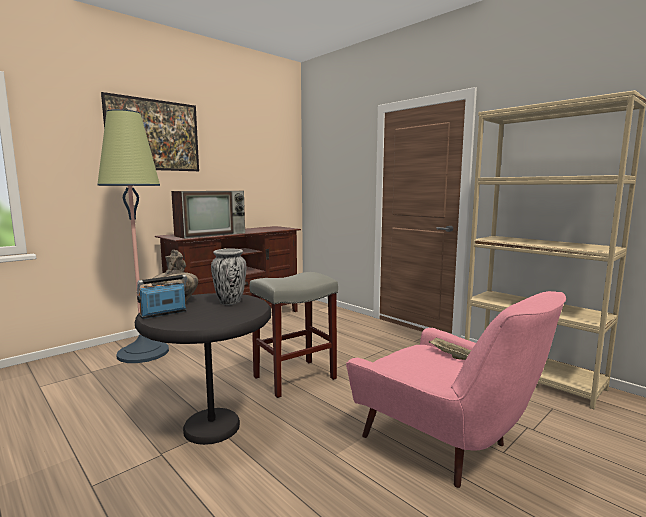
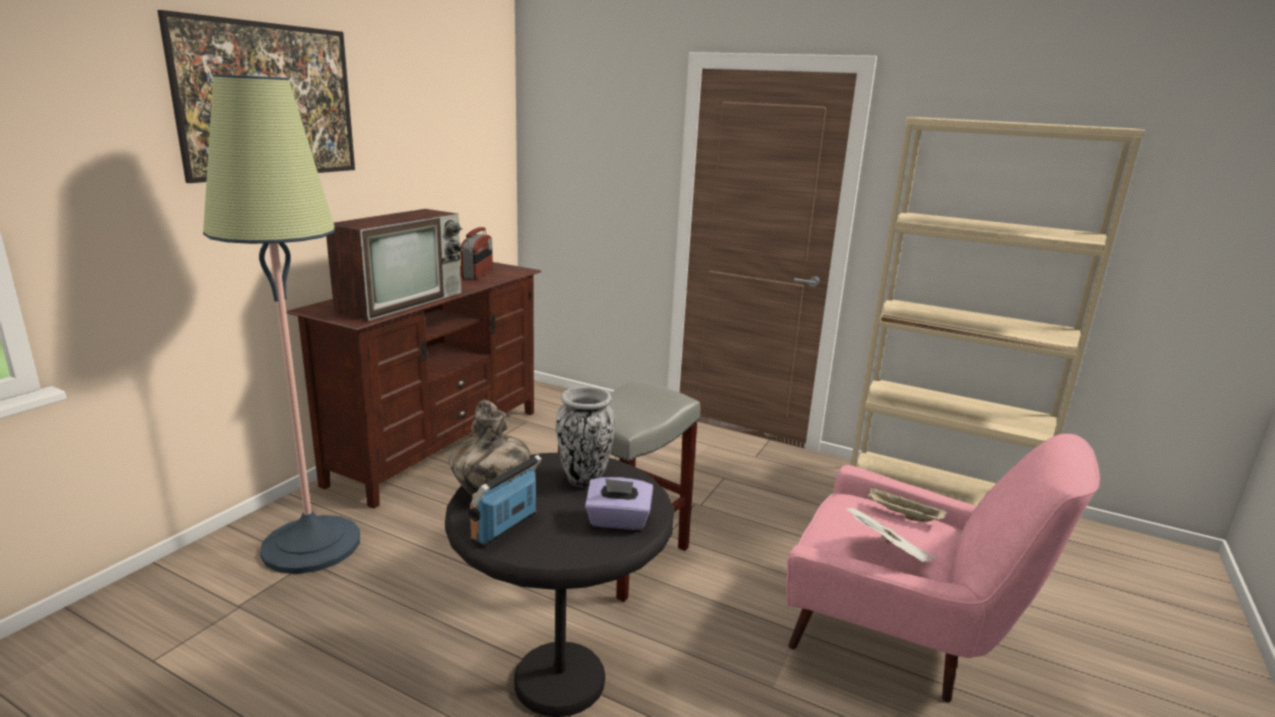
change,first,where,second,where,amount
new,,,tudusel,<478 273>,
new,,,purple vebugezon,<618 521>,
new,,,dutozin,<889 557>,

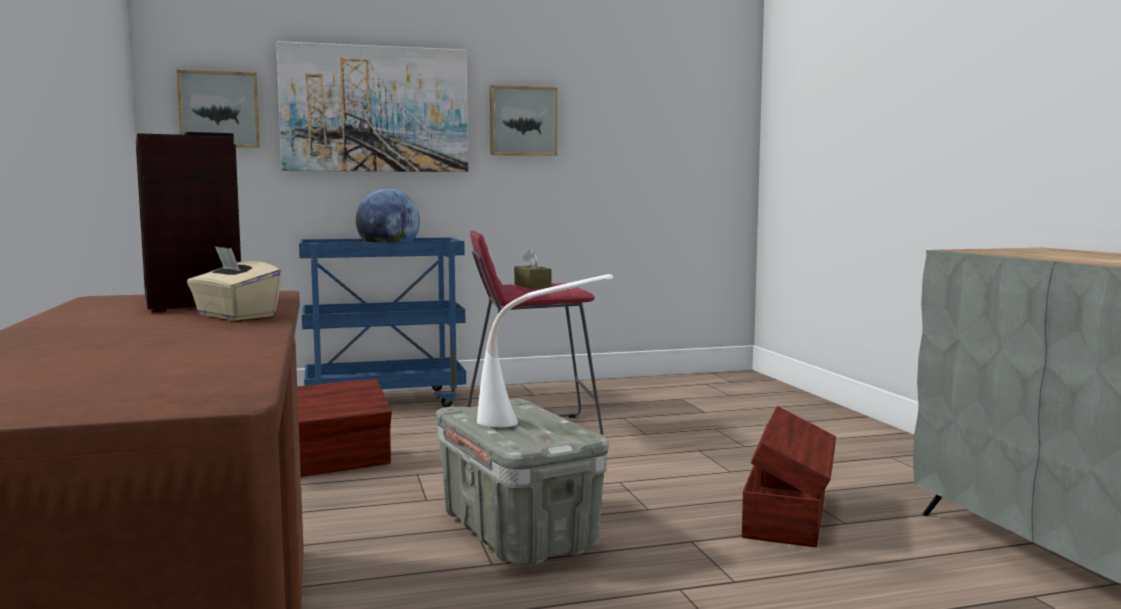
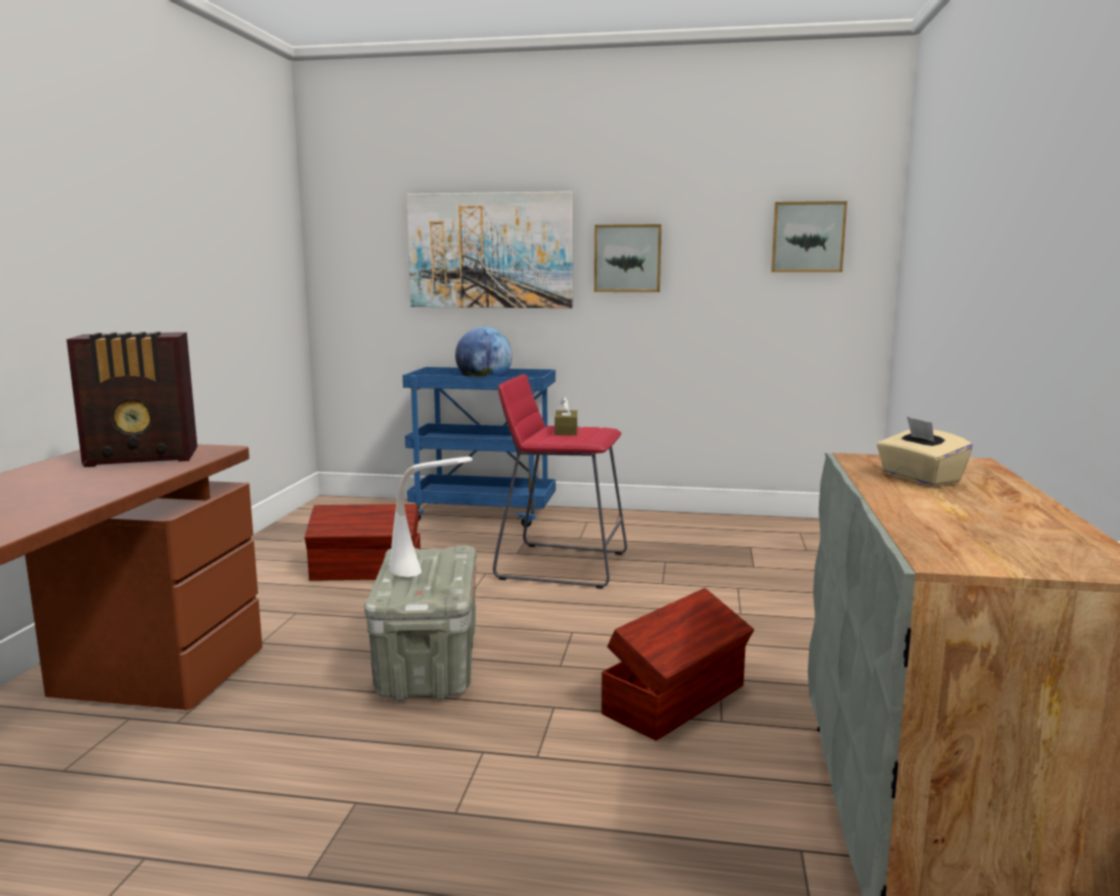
change,first,where,second,where,amount
rotated,tudusel,<194 302>,,<144 457>,75 degrees clockwise
shifted,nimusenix,<219 110>,,<808 237>,
shifted,beige vebugezon,<235 316>,,<919 478>,

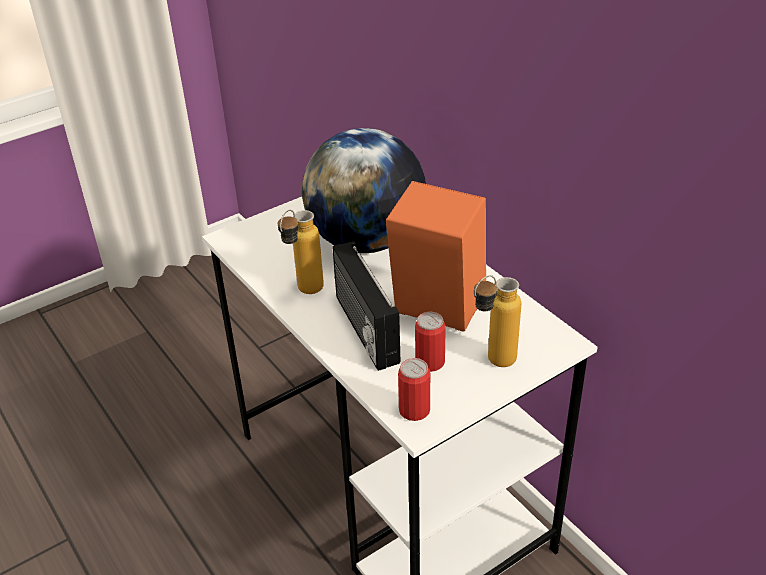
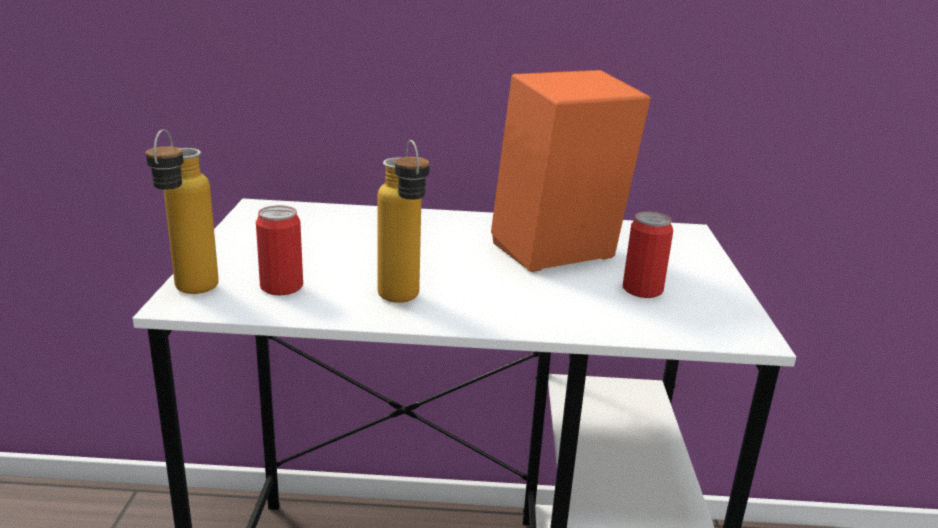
change,first,where,second,where,amount
gone,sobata,<367 241>,,,
gone,tudusel,<364 330>,,,
shifted,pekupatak,<414 410>,,<281 287>,
shifted,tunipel,<492 363>,,<190 294>,

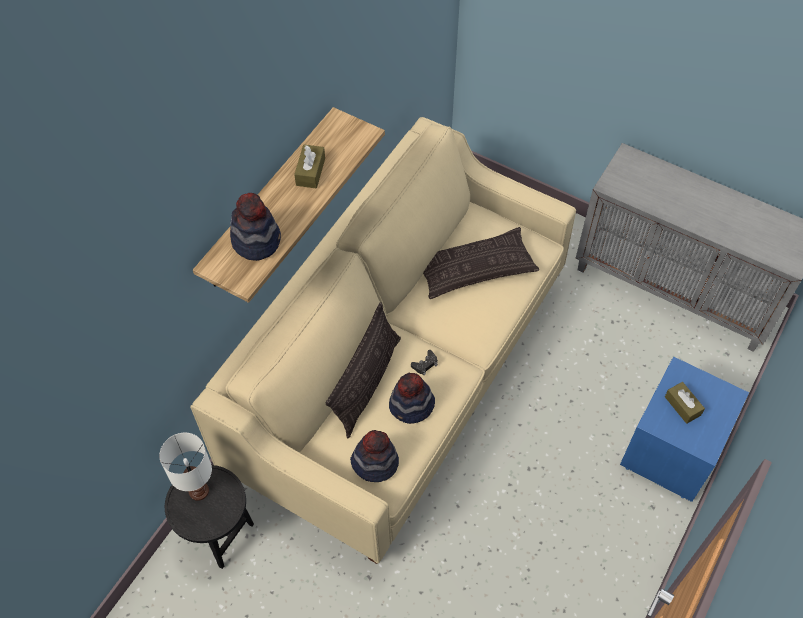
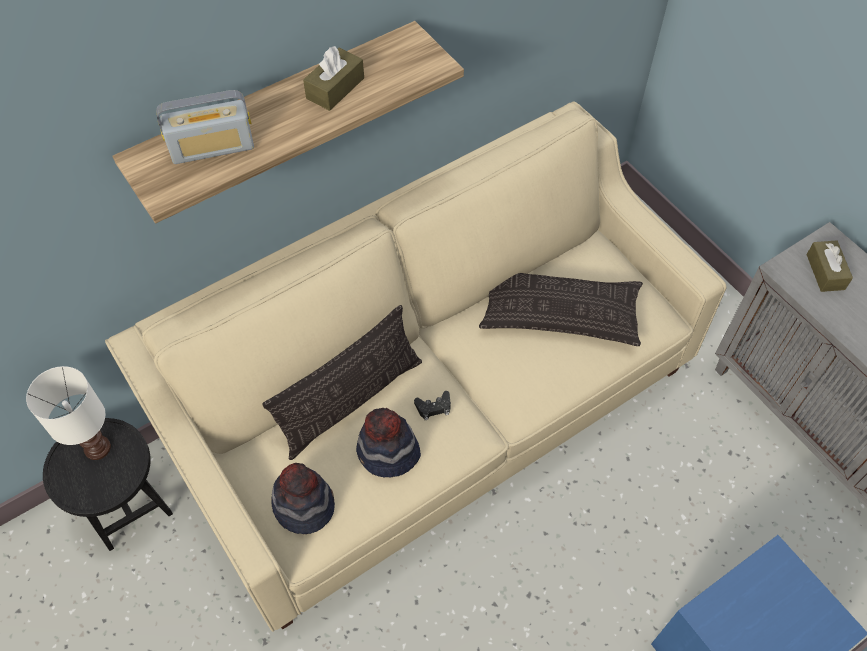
change,first,where,second,where,amount
swapped,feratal,<256 240>,tudusel,<212 148>,
shifted,brown vebugezon,<682 406>,,<825 272>,

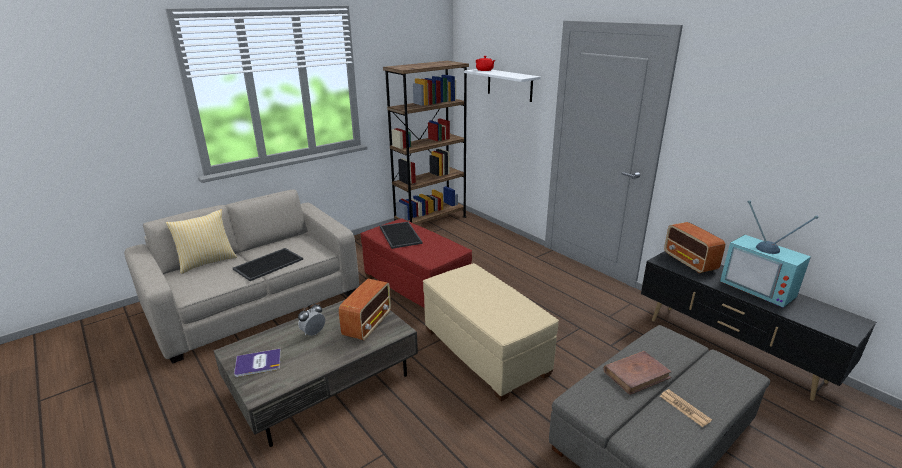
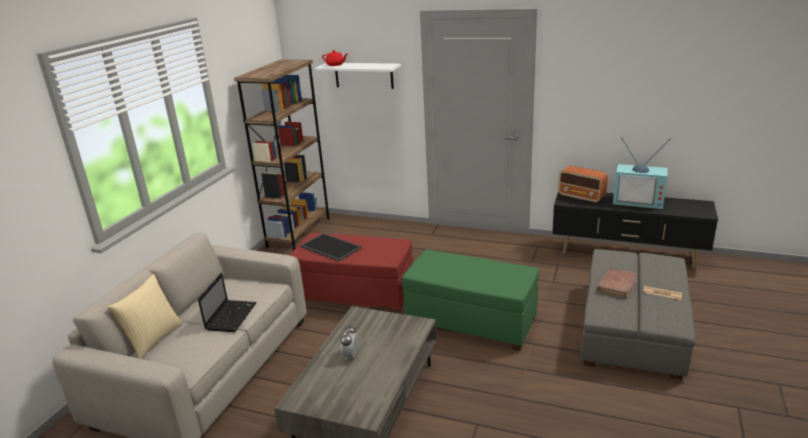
change,first,where,second,where,amount
swapped,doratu,<268 264>,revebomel,<231 316>,
gone,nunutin,<258 363>,,,
gone,tudusel,<368 324>,,,
repainted,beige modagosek,<485 352>,green modagosek,<471 322>,

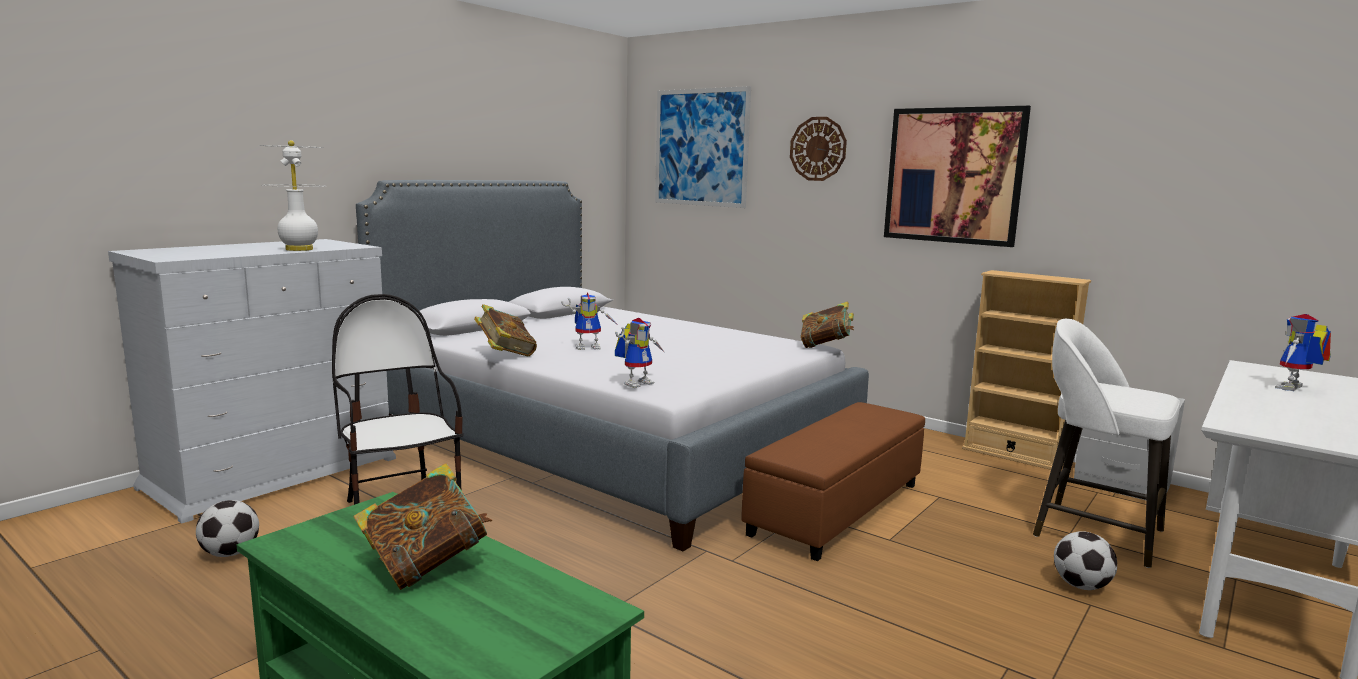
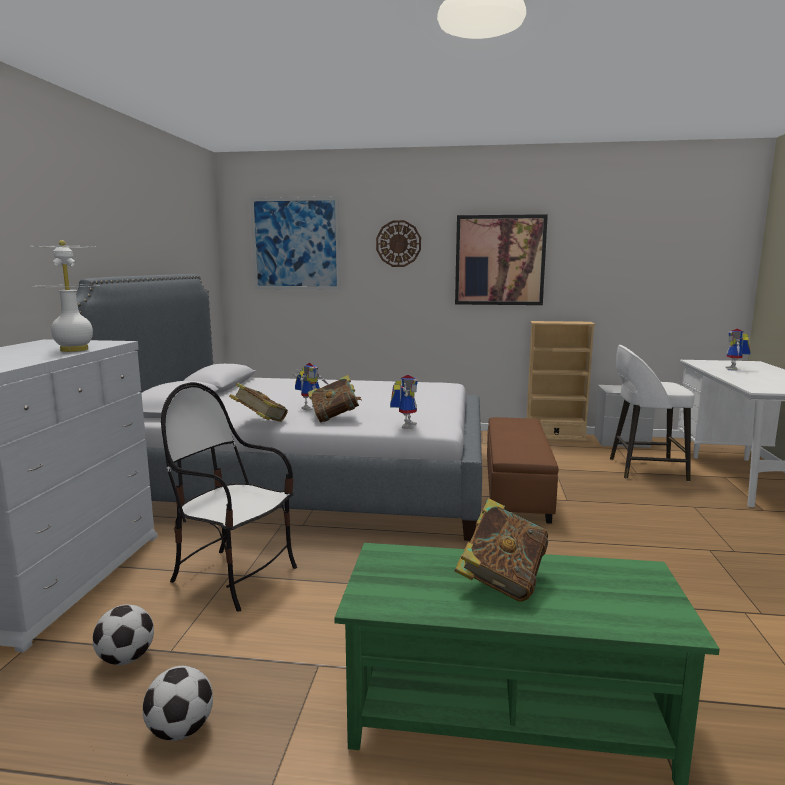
change,first,where,second,where,amount
shifted,nunutin,<825 346>,,<335 418>,
shifted,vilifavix,<1081 586>,,<181 730>,

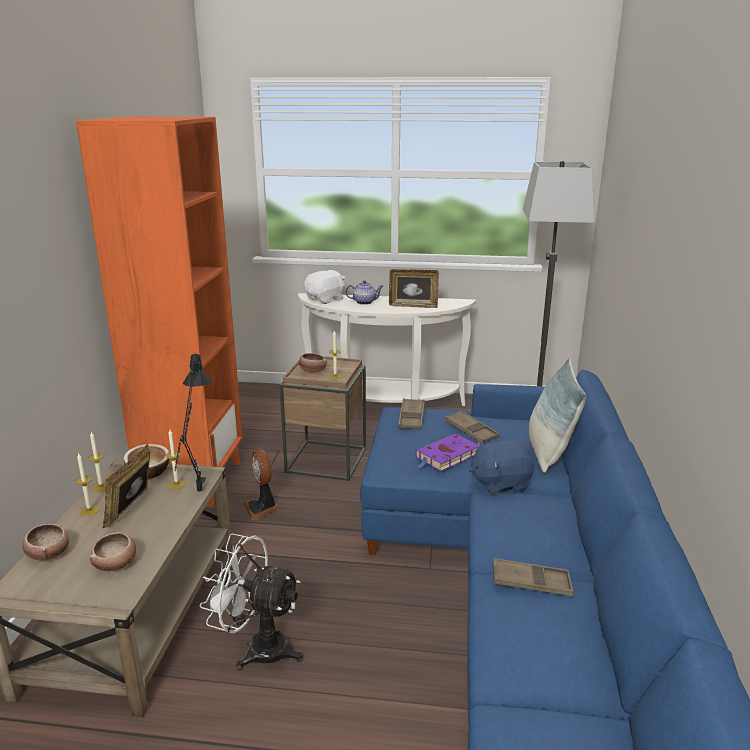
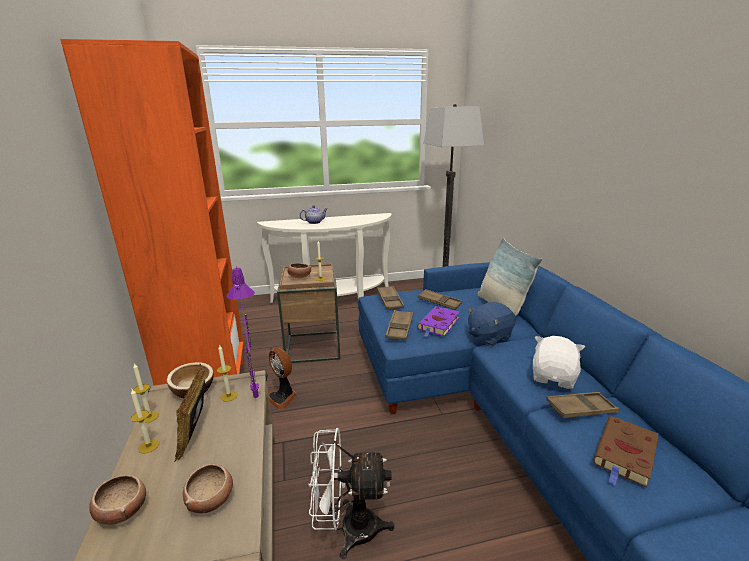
change,first,where,second,where,amount
repainted,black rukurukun,<198 496>,purple rukurukun,<257 402>,
shifted,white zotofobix,<326 299>,,<554 377>,
gone,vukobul,<413 306>,,,
new,,,brown doratu,<399 328>,
new,,,brown nunutin,<625 455>,

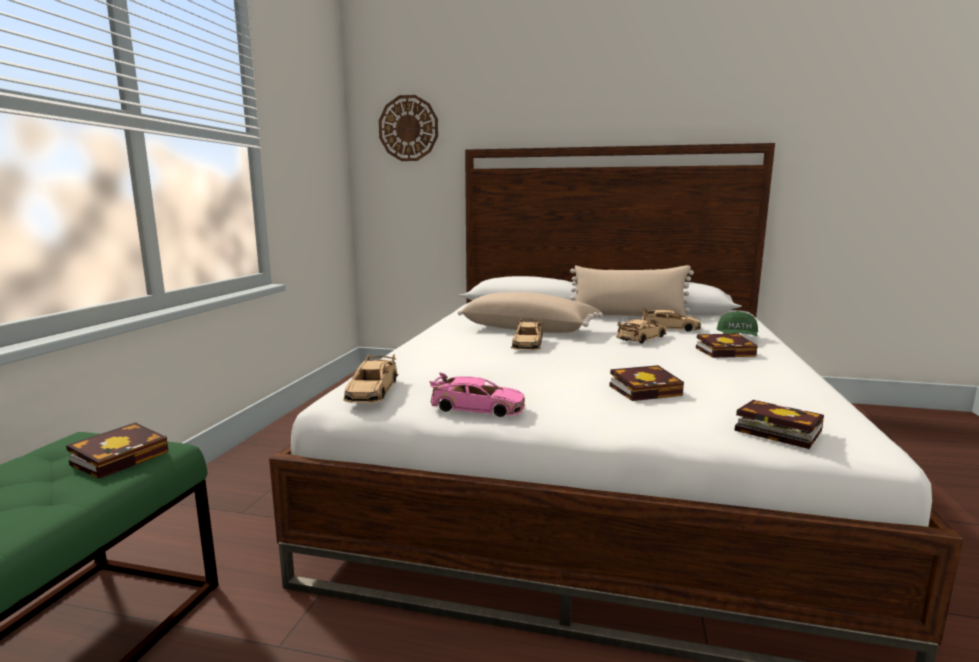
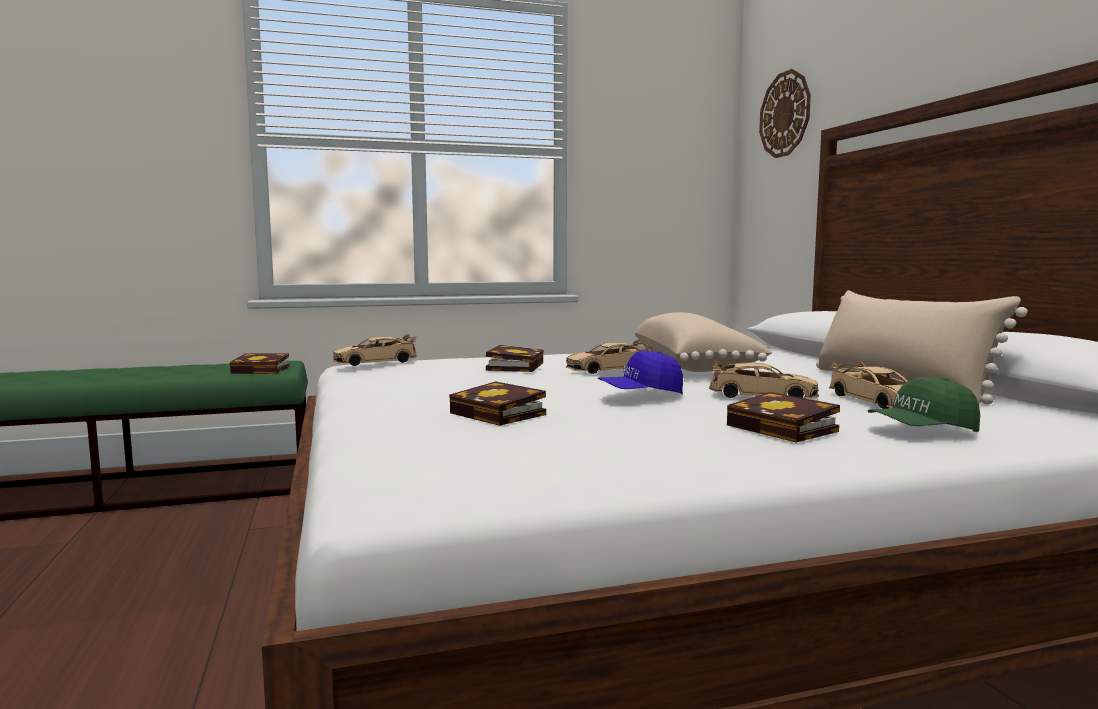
change,first,where,second,where,amount
gone,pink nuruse,<477 408>,,,
shifted,nunutin,<773 430>,,<514 366>,
new,,,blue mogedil,<641 394>,

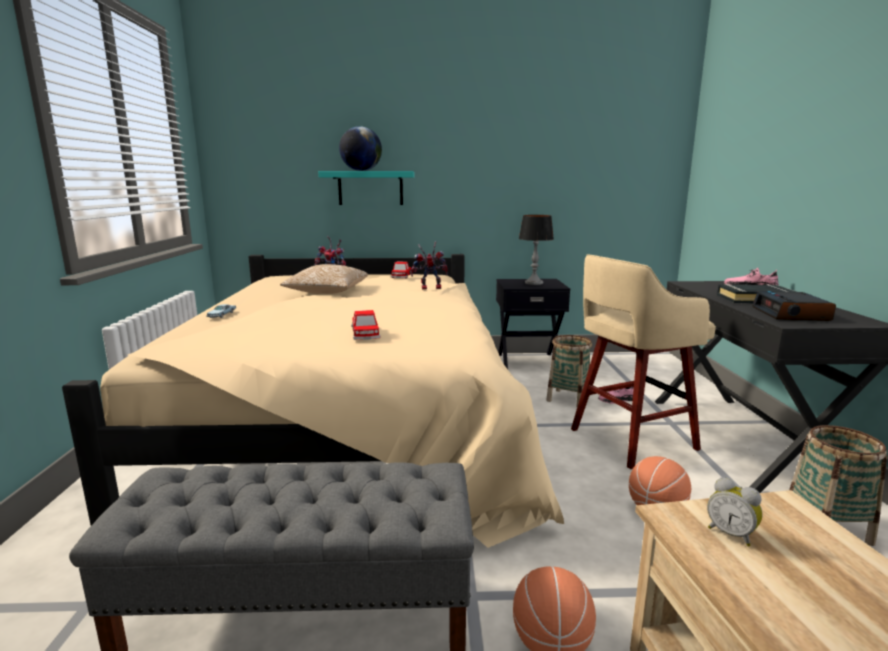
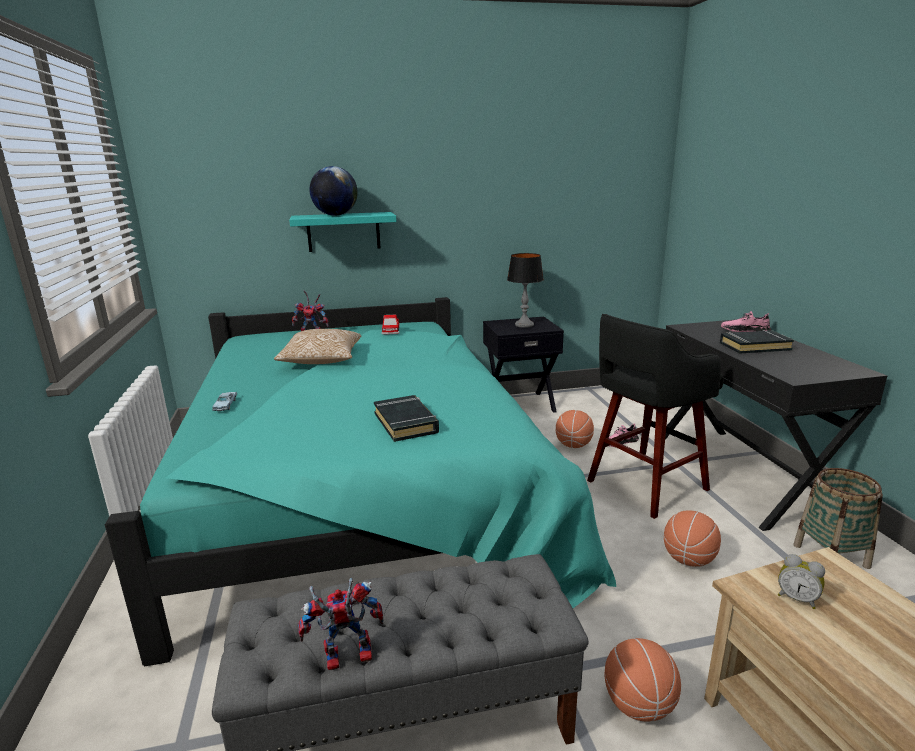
change,first,where,second,where,amount
repainted,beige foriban,<353 417>,turquoise foriban,<365 492>,
swapped,nuruse,<365 334>,black nunutin,<406 423>,
shifted,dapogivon,<429 288>,,<344 659>,
swapped,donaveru,<568 398>,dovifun,<573 445>,
repainted,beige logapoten,<629 439>,black logapoten,<644 486>,
gone,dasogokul,<791 314>,,,

